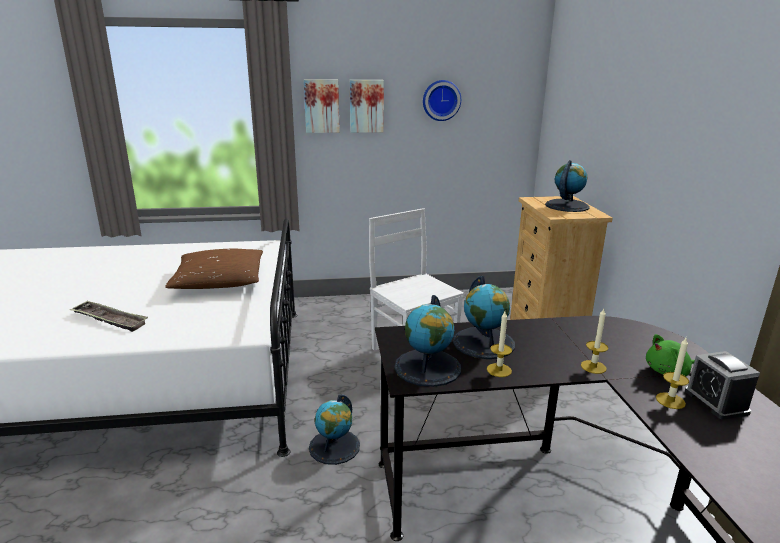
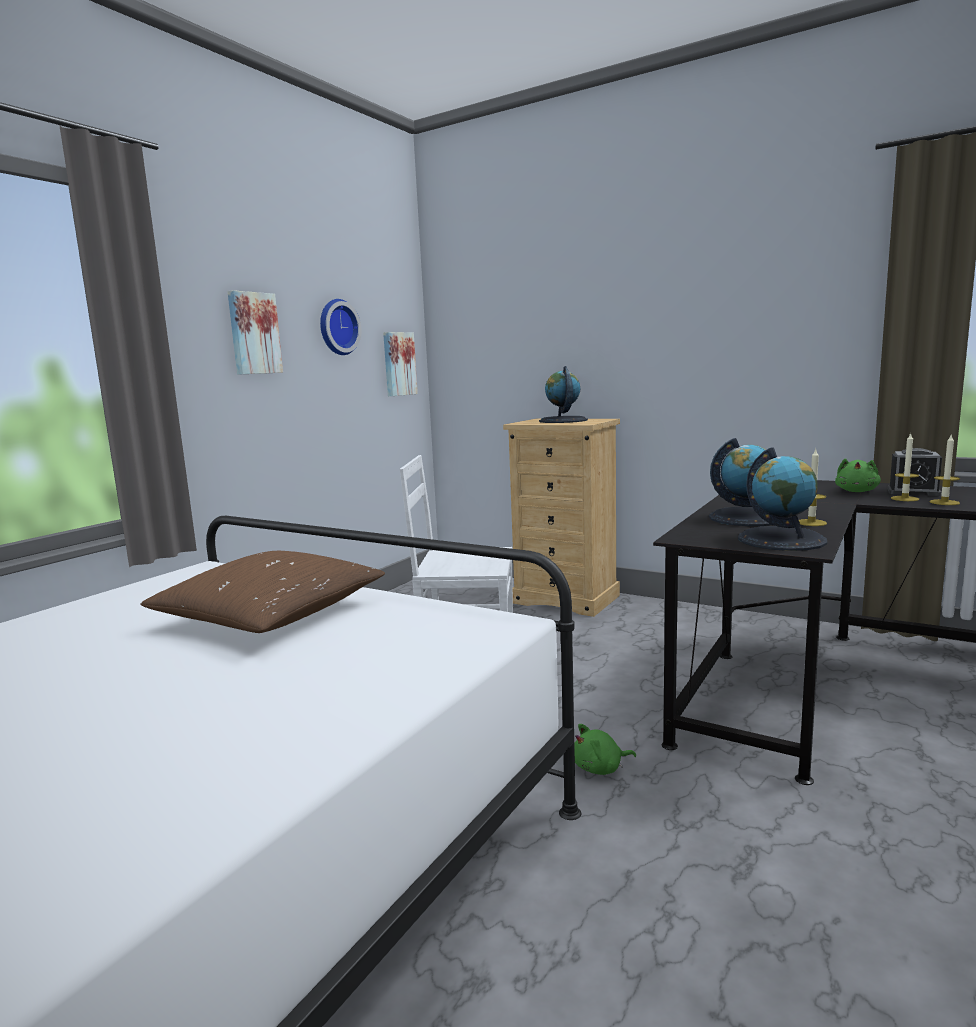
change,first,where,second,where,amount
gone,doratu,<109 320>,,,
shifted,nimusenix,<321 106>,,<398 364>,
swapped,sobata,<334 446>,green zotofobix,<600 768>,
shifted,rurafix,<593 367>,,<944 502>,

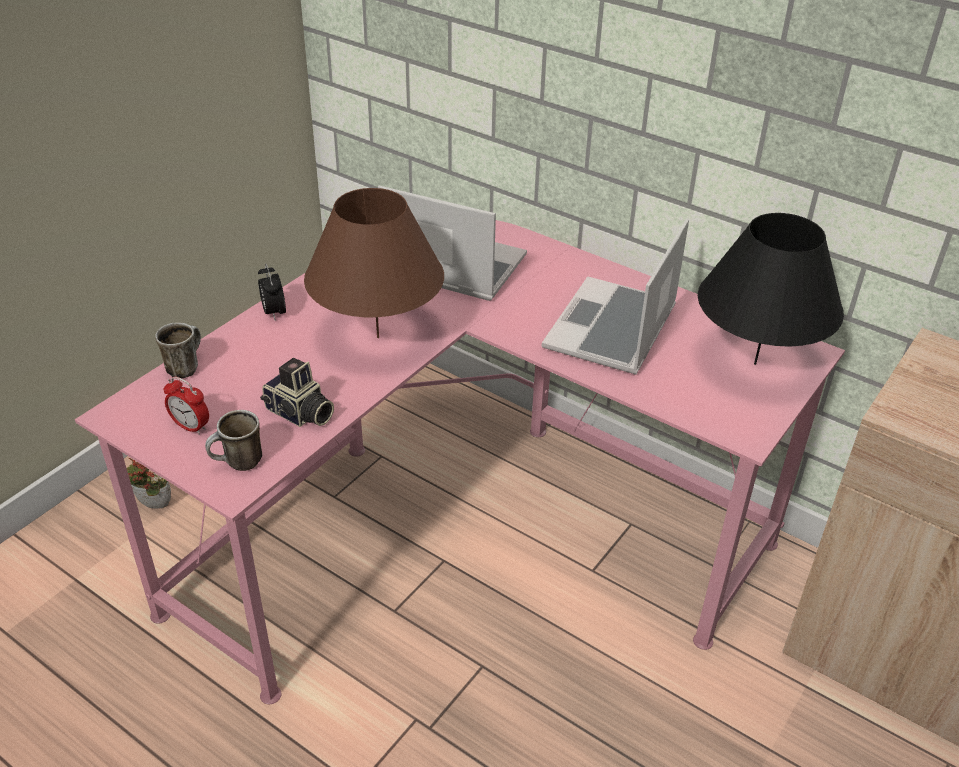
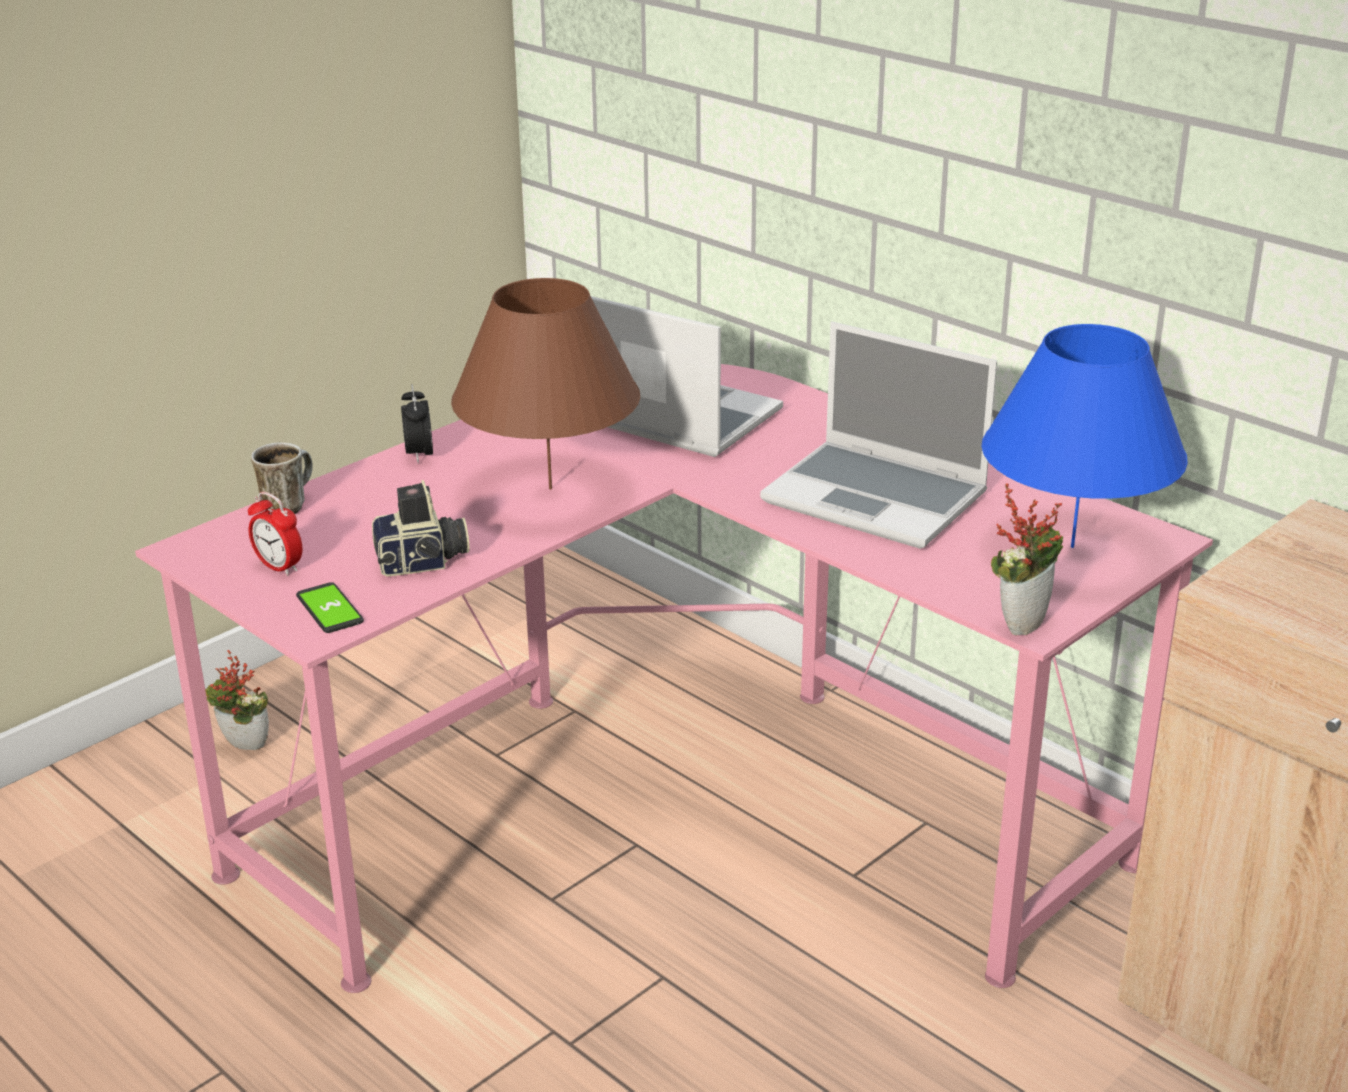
change,first,where,second,where,amount
swapped,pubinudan,<238 464>,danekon,<329 609>,
rotated,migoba,<299 414>,,<423 563>,60 degrees counterclockwise
rotated,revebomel,<612 330>,,<878 498>,90 degrees counterclockwise
repainted,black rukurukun,<754 364>,blue rukurukun,<1072 547>,
new,,,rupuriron,<1021 621>,

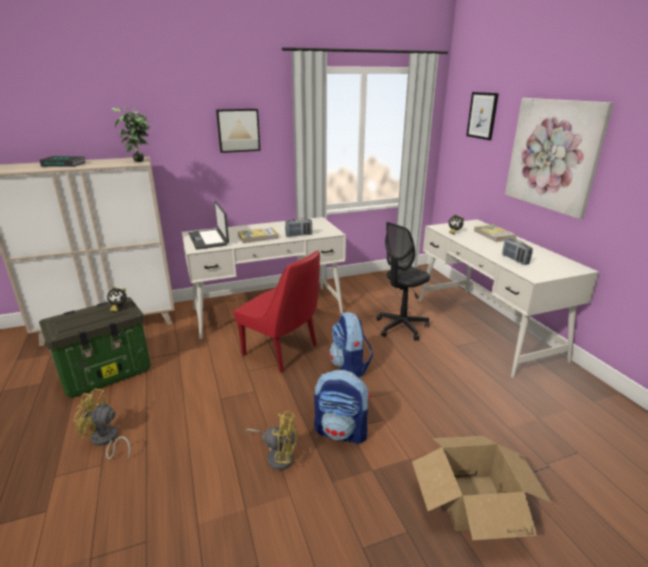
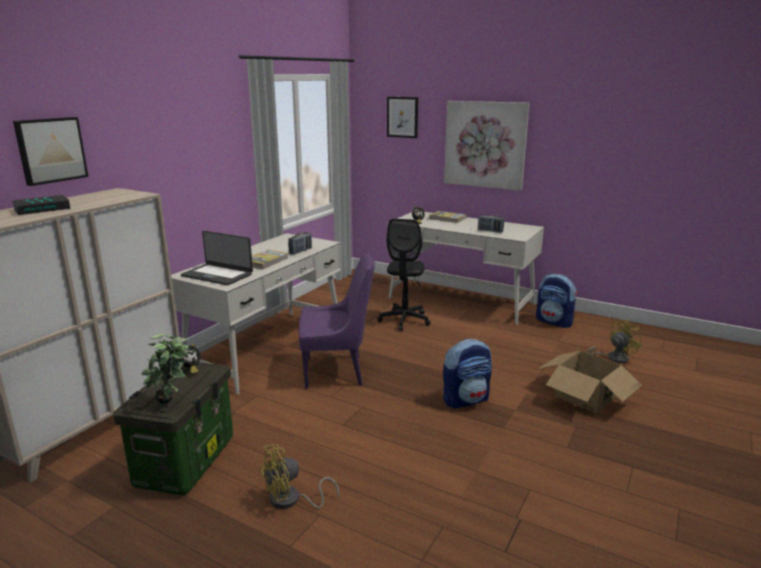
change,first,where,second,where,amount
shifted,rupuriron,<139 162>,,<172 403>,
shifted,nimusenix,<238 130>,,<50 150>,
repainted,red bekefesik,<282 351>,purple bekefesik,<336 371>,
shifted,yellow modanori,<277 455>,,<613 358>,
shifted,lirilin,<350 367>,,<554 322>,

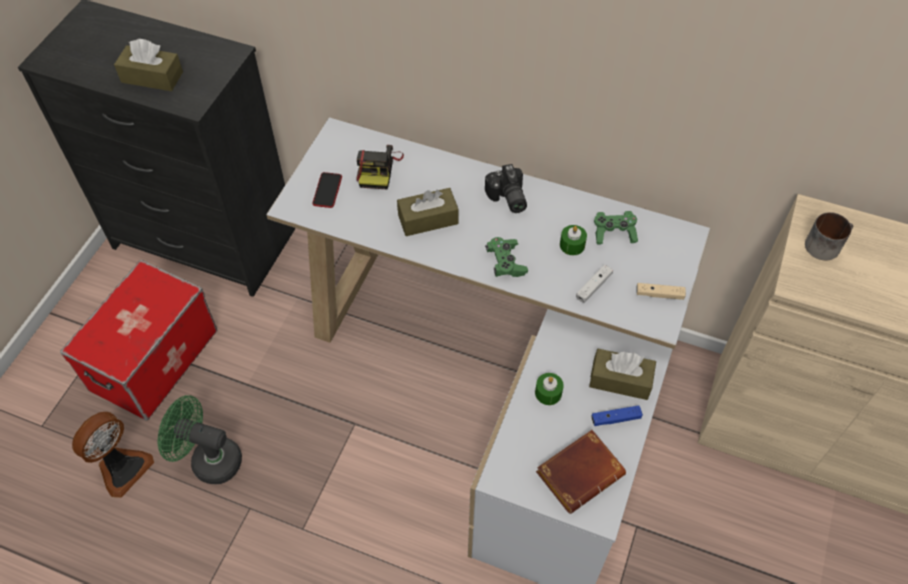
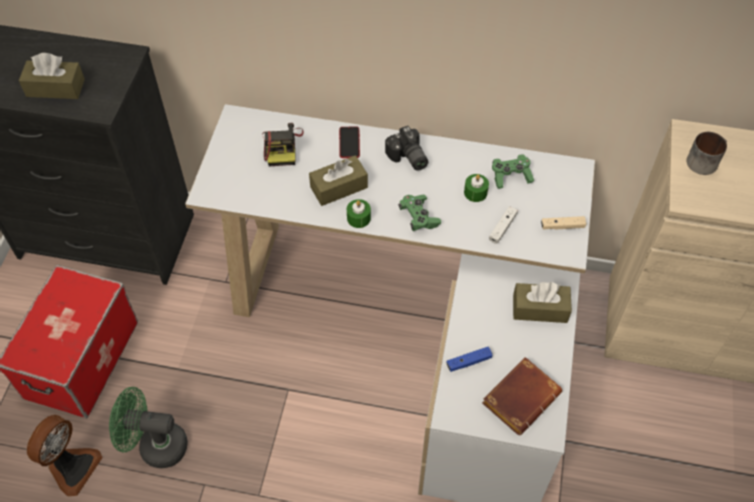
change,first,where,second,where,amount
shifted,danekon,<327 190>,,<349 143>,
shifted,green rurafix,<548 393>,,<358 218>,
shifted,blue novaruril,<615 419>,,<468 362>,

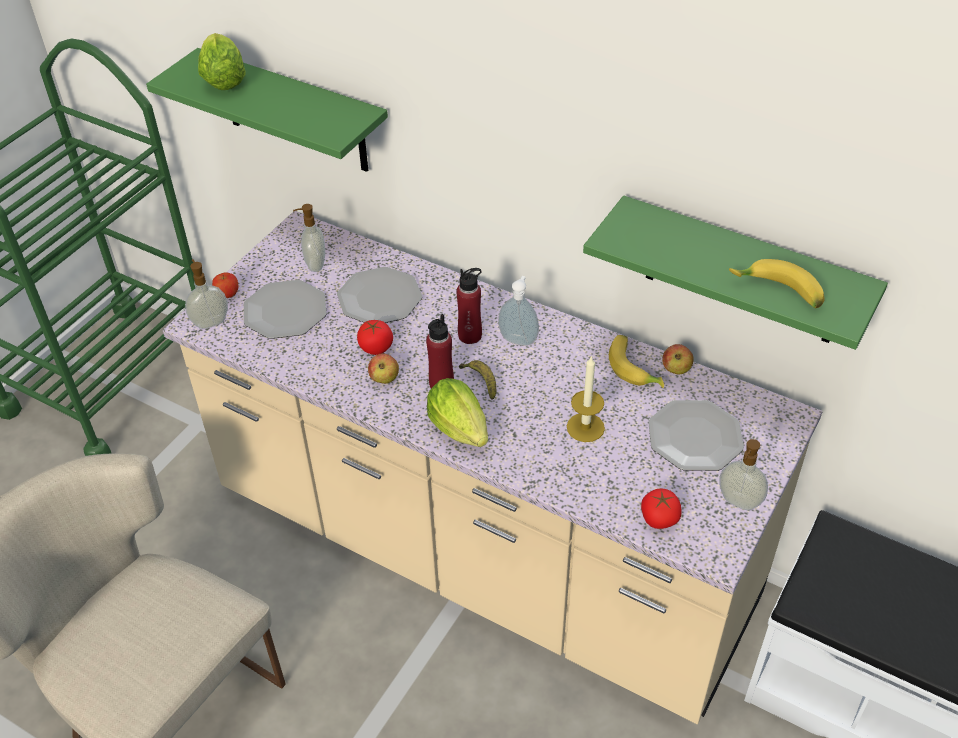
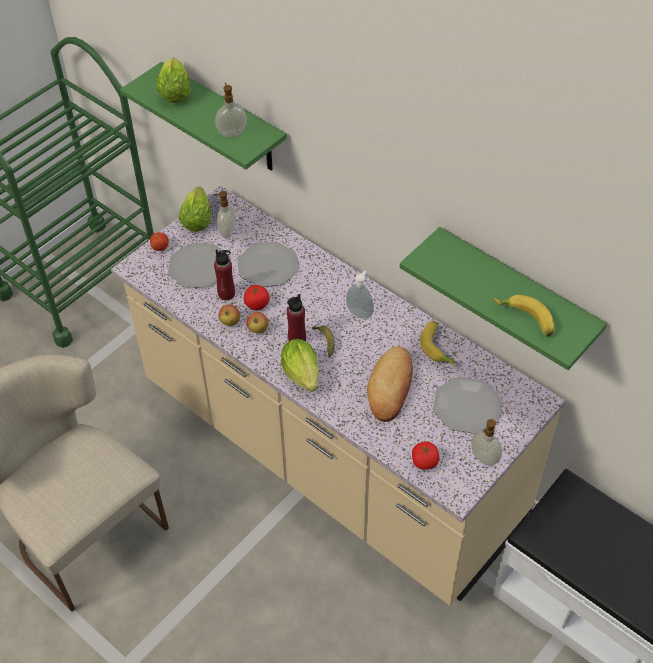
change,first,where,second,where,amount
shifted,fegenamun,<210 322>,,<232 133>,
shifted,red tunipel,<470 335>,,<226 294>,
swapped,rurafix,<585 427>,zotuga,<390 387>,
shifted,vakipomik,<676 369>,,<230 321>,
new,,,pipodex,<197 218>,

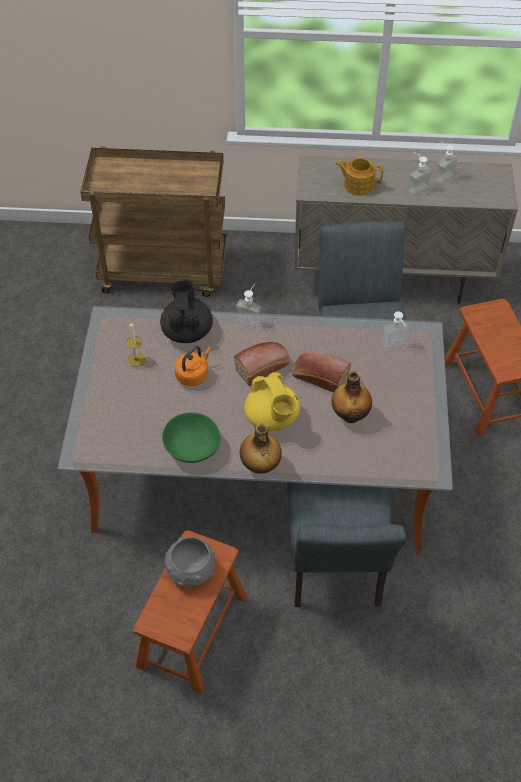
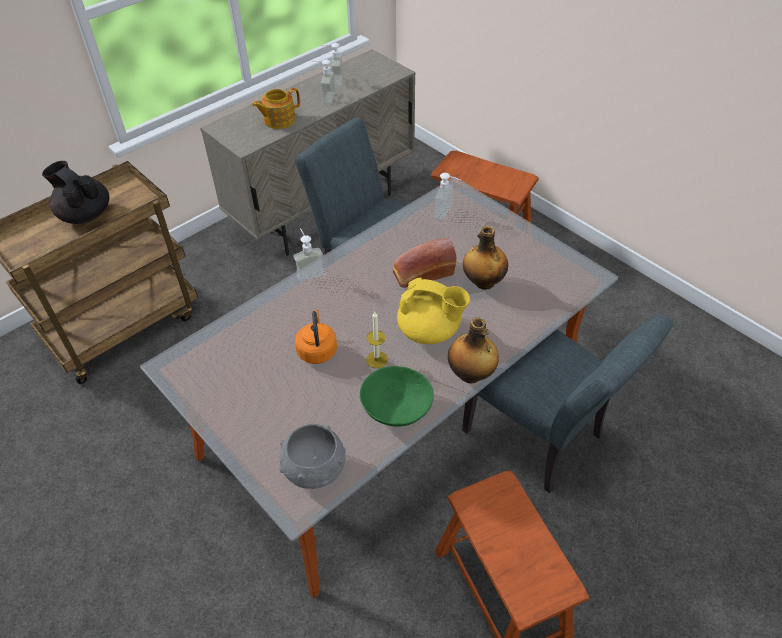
change,first,where,second,where,amount
shifted,rurafix,<136 359>,,<377 359>,
shifted,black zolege,<187 331>,,<85 214>,
shifted,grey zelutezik,<190 571>,,<314 470>,
gone,zotuga,<263 367>,,,

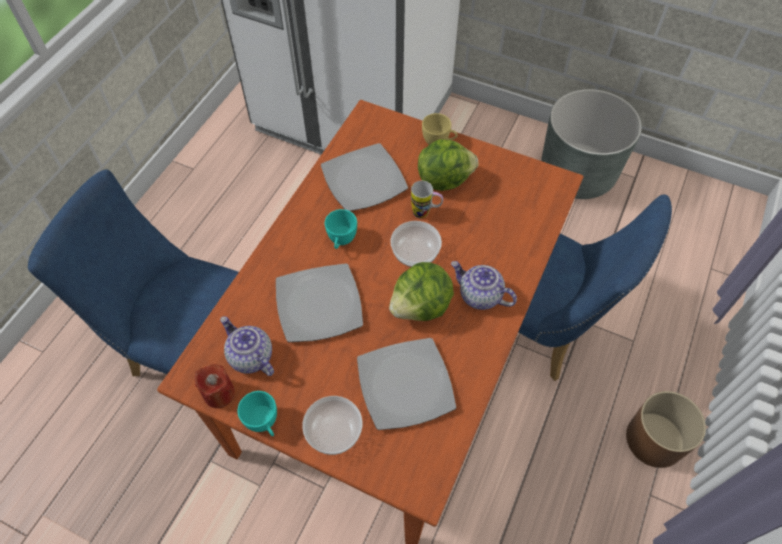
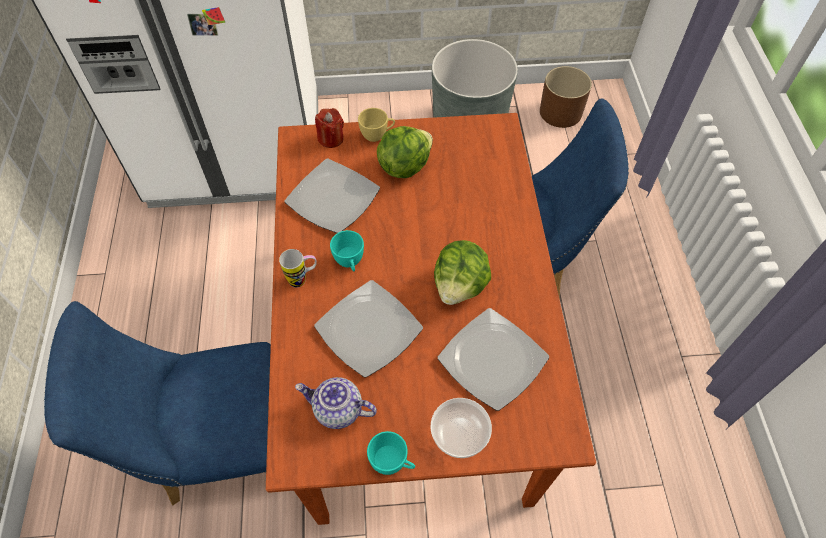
change,first,where,second,where,amount
shifted,red rurafix,<219 393>,,<331 139>,
gone,zelutezik,<416 252>,,,
shifted,pubinudan,<426 213>,,<302 279>,
gone,zolege,<479 296>,,,
shifted,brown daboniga,<655 440>,,<561 112>,

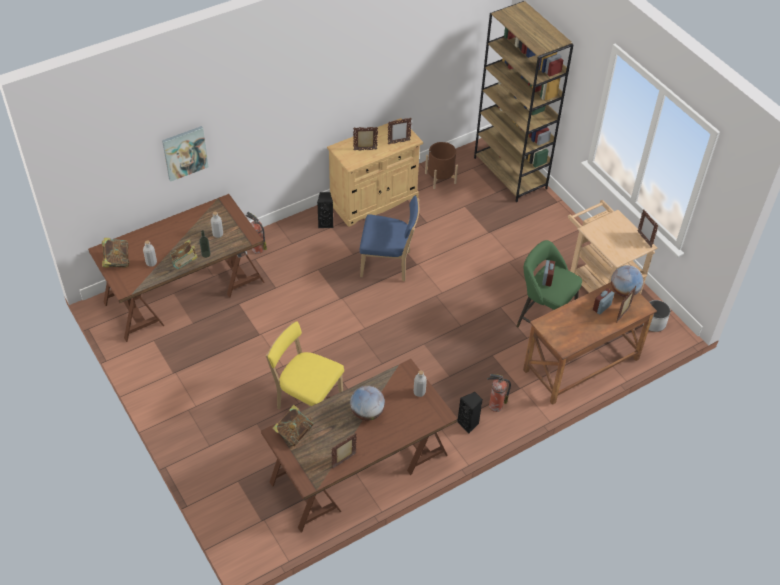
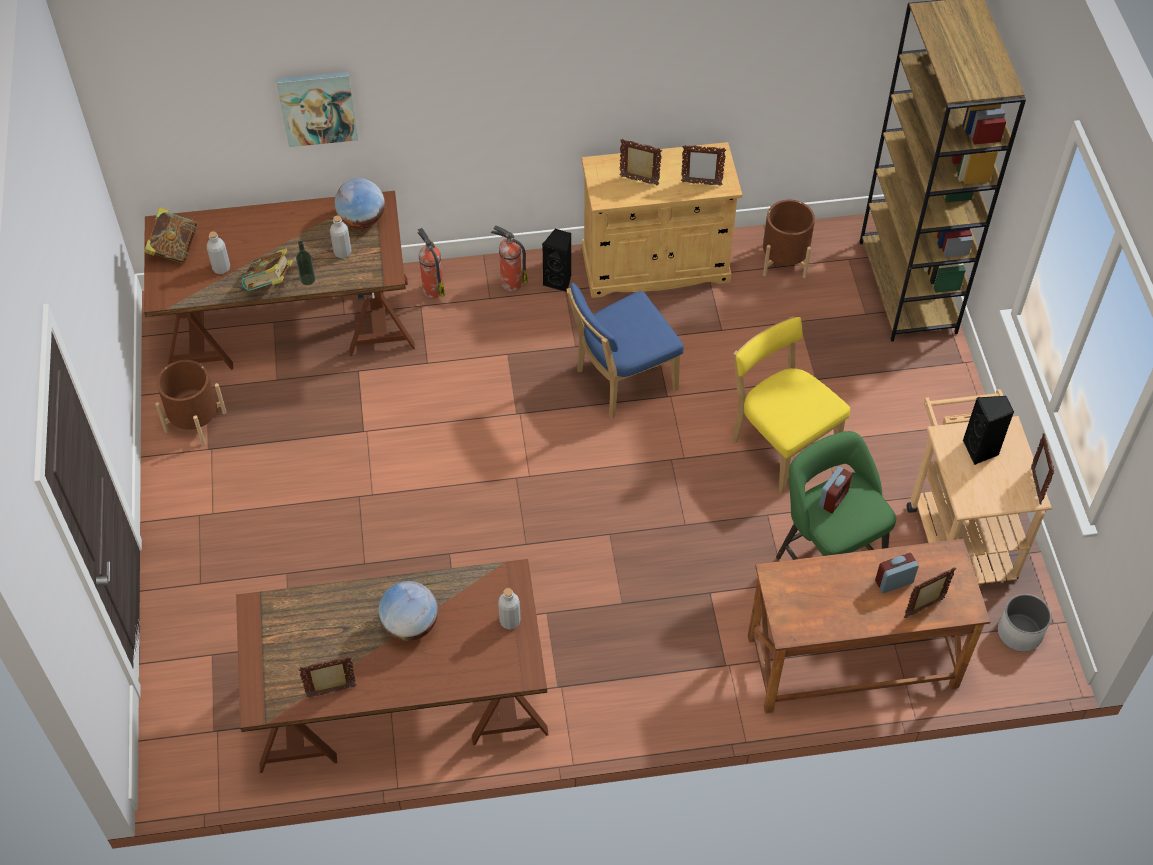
change,first,where,second,where,amount
shifted,yellow bekefesik,<307 401>,,<780 445>,
gone,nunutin,<294 432>,,,
rotated,blue bekefesik,<388 264>,,<622 381>,120 degrees clockwise
shifted,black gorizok,<469 424>,,<981 450>,
shifted,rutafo,<495 406>,,<510 283>,
shifted,sobata,<624 291>,,<362 220>,
new,,,brown daboniga,<195 421>,

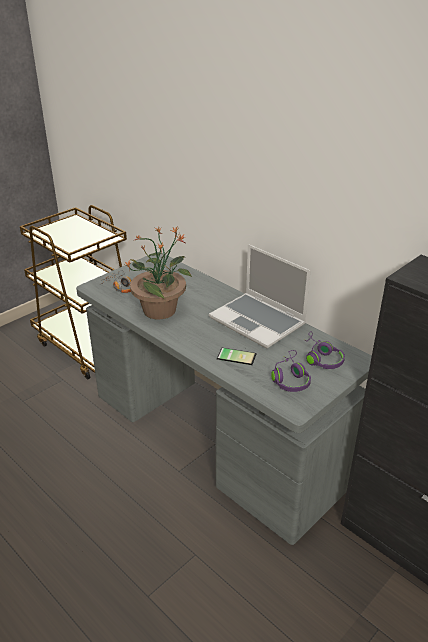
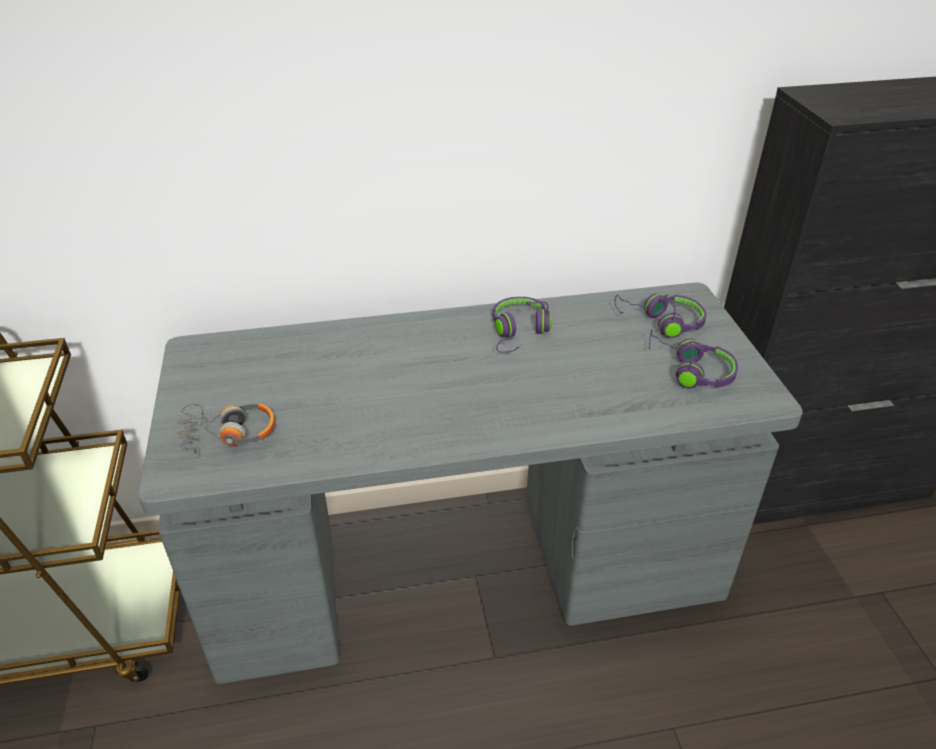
change,first,where,second,where,amount
gone,rupuriron,<160 310>,,,
swapped,revebomel,<258 321>,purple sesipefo,<519 332>,
gone,danekon,<237 355>,,,

